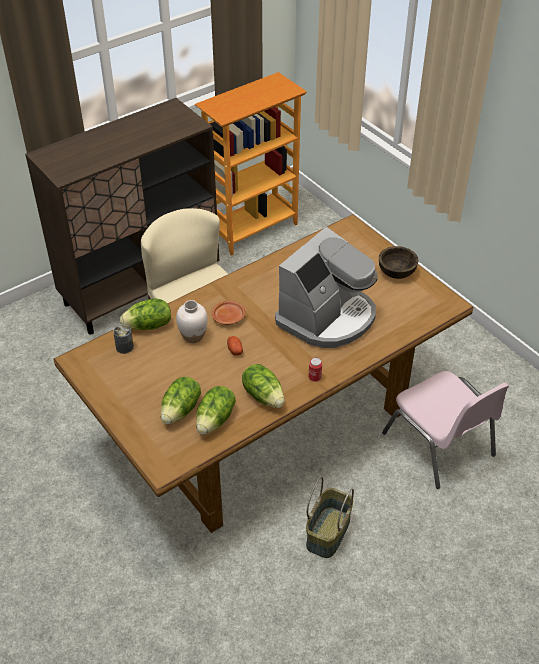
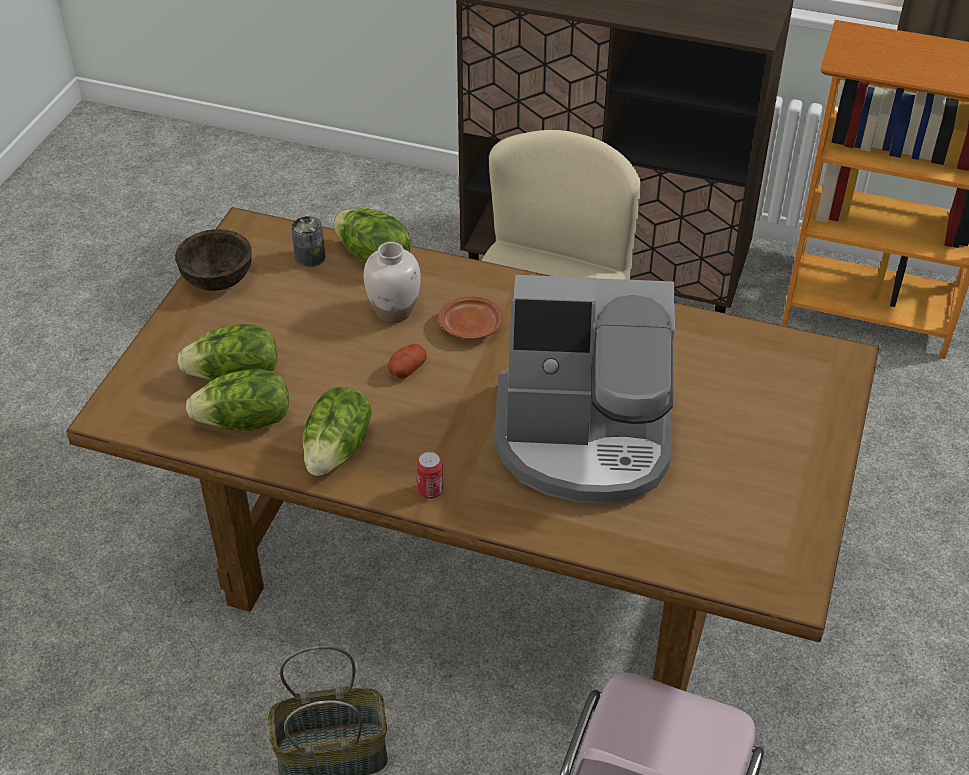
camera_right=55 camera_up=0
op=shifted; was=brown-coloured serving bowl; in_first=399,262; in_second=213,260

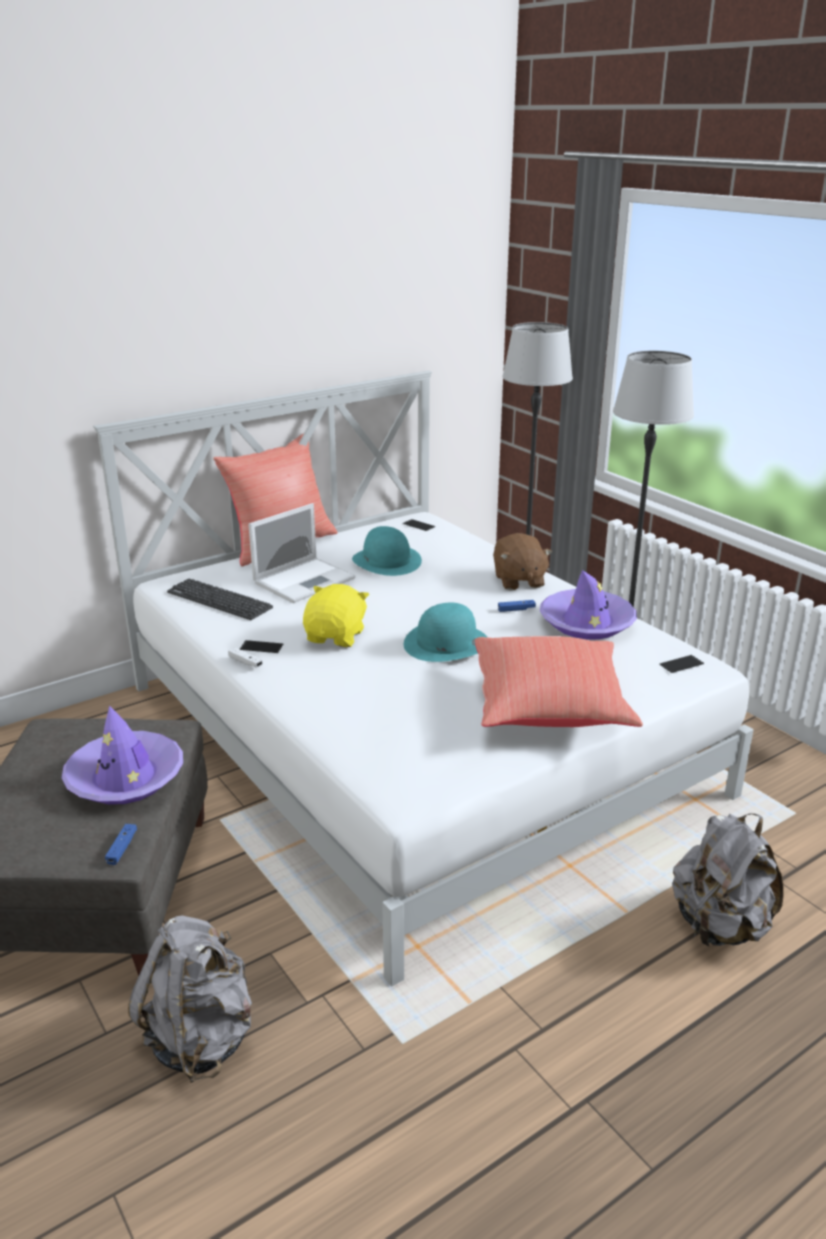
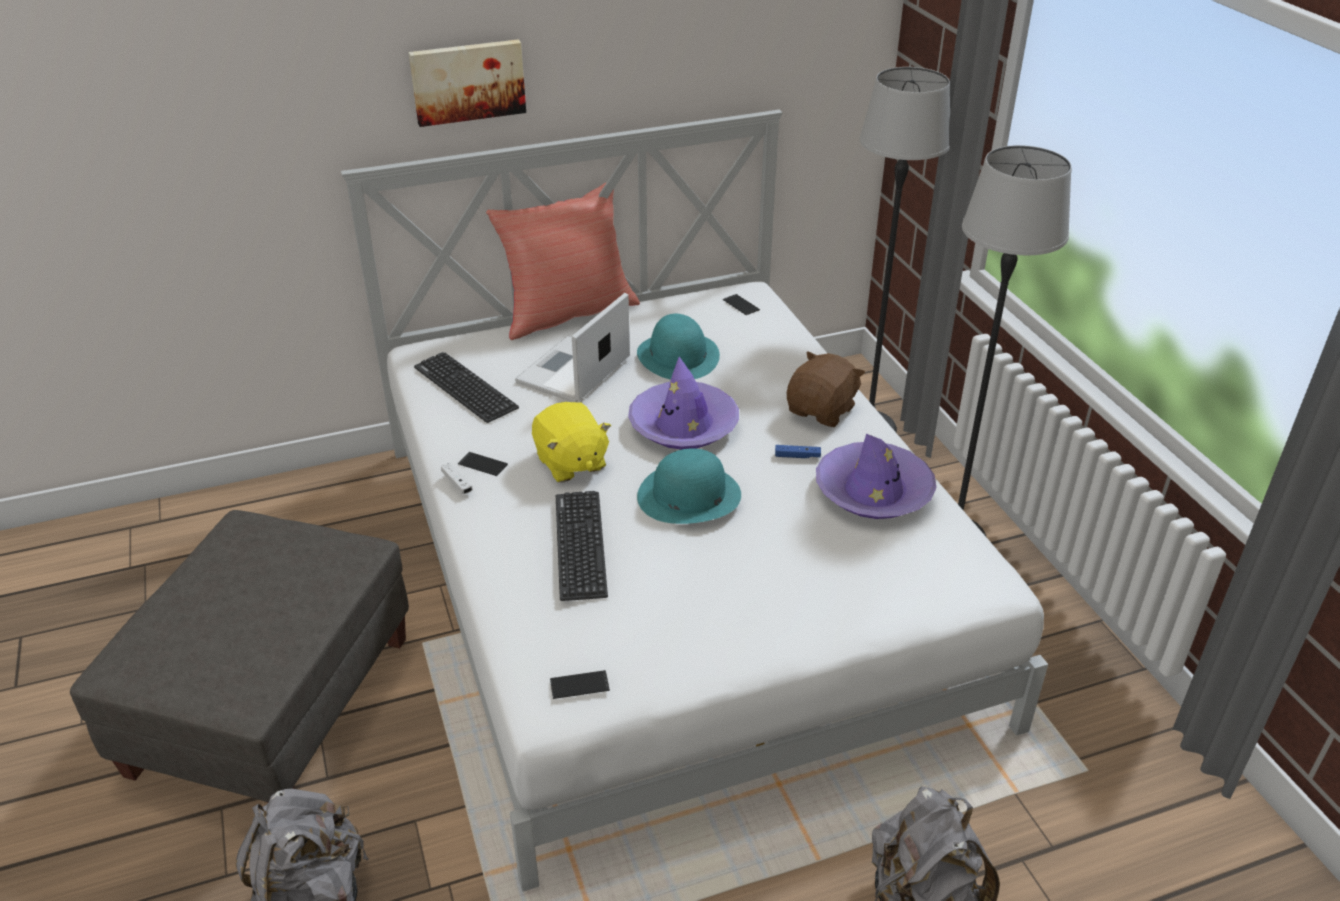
camera_right=15 camera_up=10
op=new; now=wall picture; in_second=467,83
op=rotated; was=laptop; in_first=301,553; in_second=572,347; clockwise=150
op=rotated; was=yellowish cuddly toy; in_first=336,615; in_second=571,442; clockwise=120
op=shifted; was=telephone; in_first=681,664; in_second=580,684
op=new; now=PC keyboard; in_second=582,546
op=shifted; was=purple-coloured wearable hat; in_first=122,755; in_second=683,403
op=rotated; was=brown-coloured cuddly toy; in_first=522,561; in_second=826,389; clockwise=-150
op=gone; was=blue joypad; in_first=121,844
op=gone; was=reddish cushion; in_first=559,681

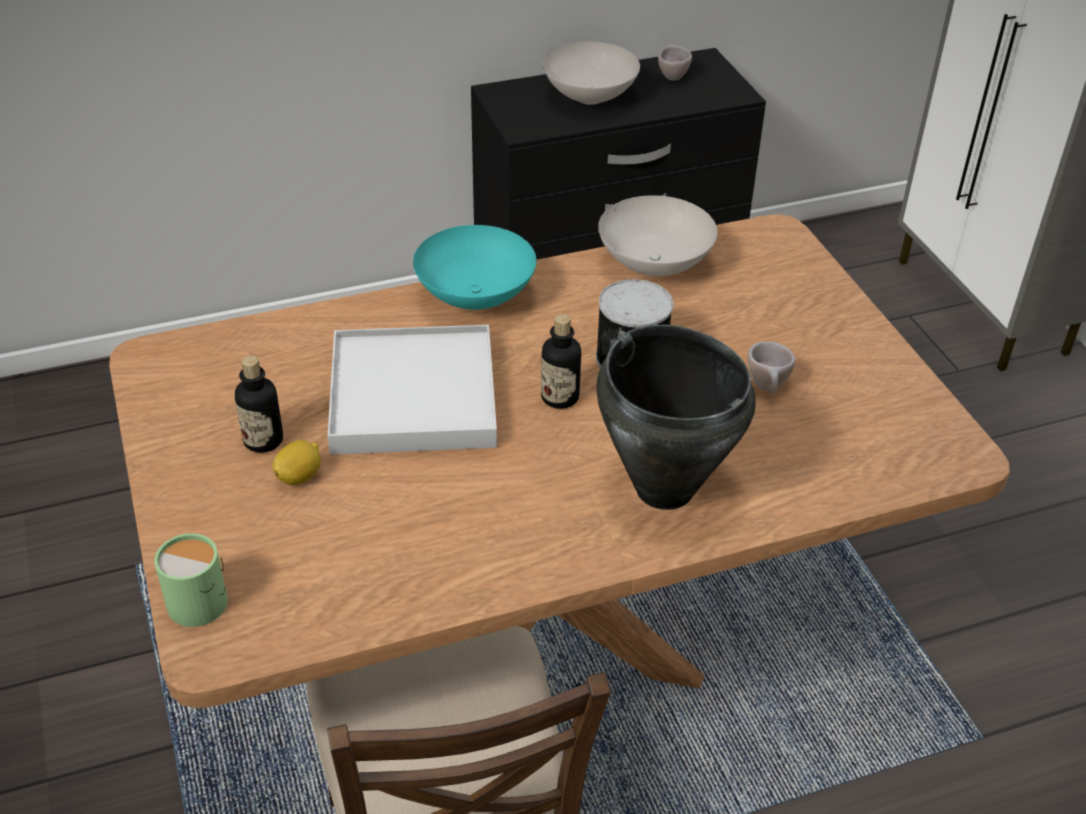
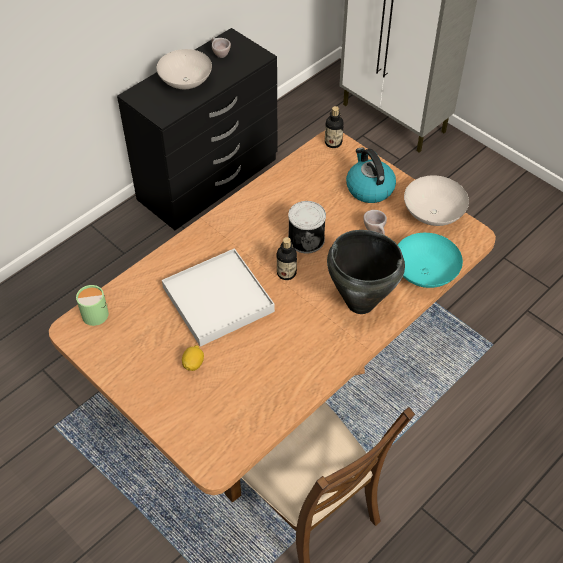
camera_right=-25 camera_up=10
op=shifted; was=green tea mug; in_first=191,580; in_second=92,305
op=shifted; was=drink bottle; in_first=259,404; in_second=334,127
op=new; now=tea kettle; in_second=371,175
op=shifted; was=turquoise serving bowl; in_first=475,267; in_second=430,260
op=shifted; was=white-coloured serving bowl; in_first=658,235; in_second=436,200

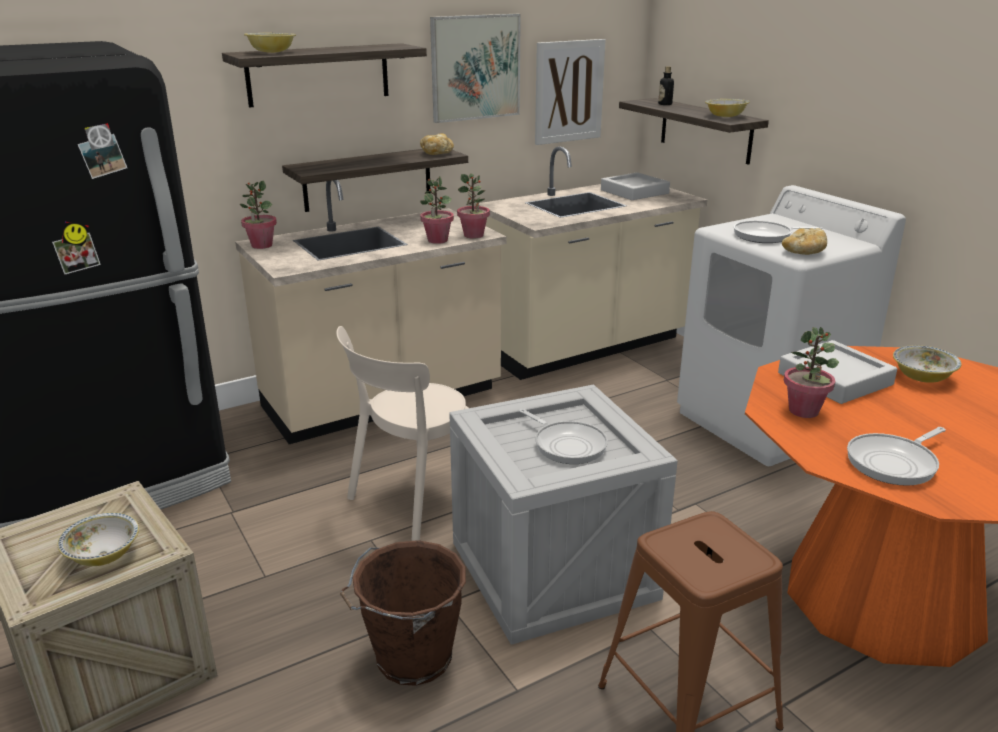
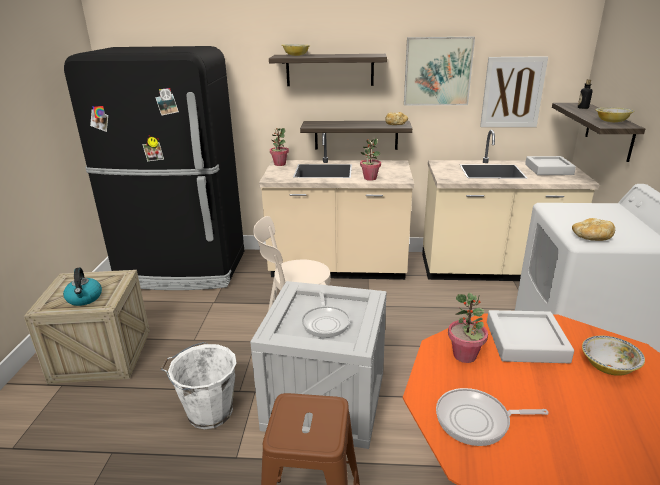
camera_right=35 camera_up=0
op=swapped; was=serving bowl; now=tea kettle; in_first=98,539; in_second=82,287
op=repainted; was=brown-coloured pail; now=white-coloured pail; in_first=403,613; in_second=198,385
op=gone; was=potted plant; in_first=473,206
op=gone; was=pan; in_first=778,232

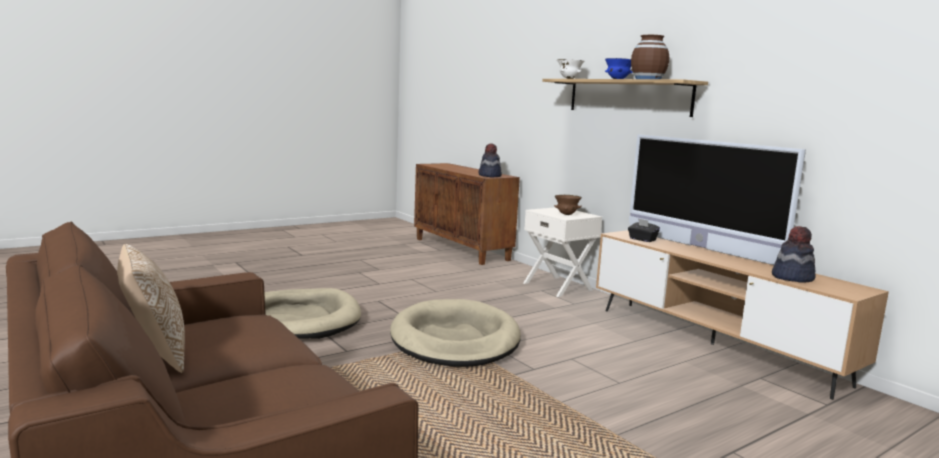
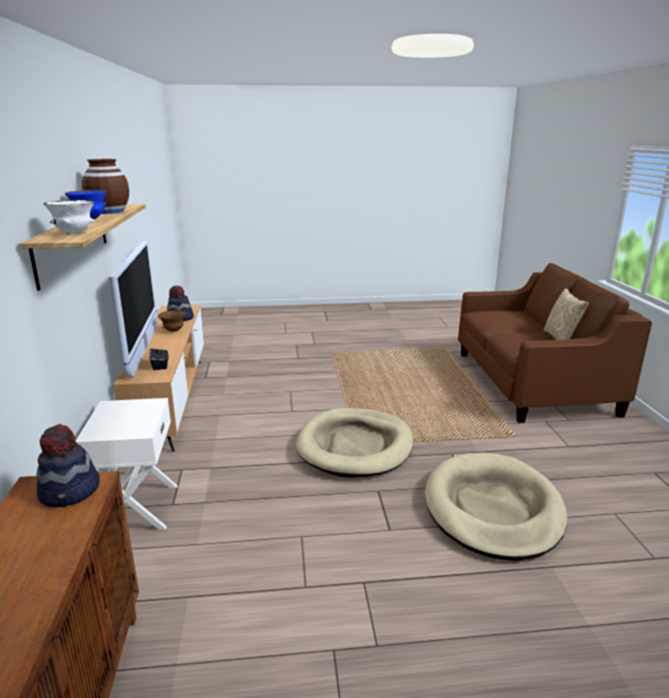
camera_right=-150 camera_up=10
op=shifted; was=brown-coloured serving bowl; in_first=568,205; in_second=172,321

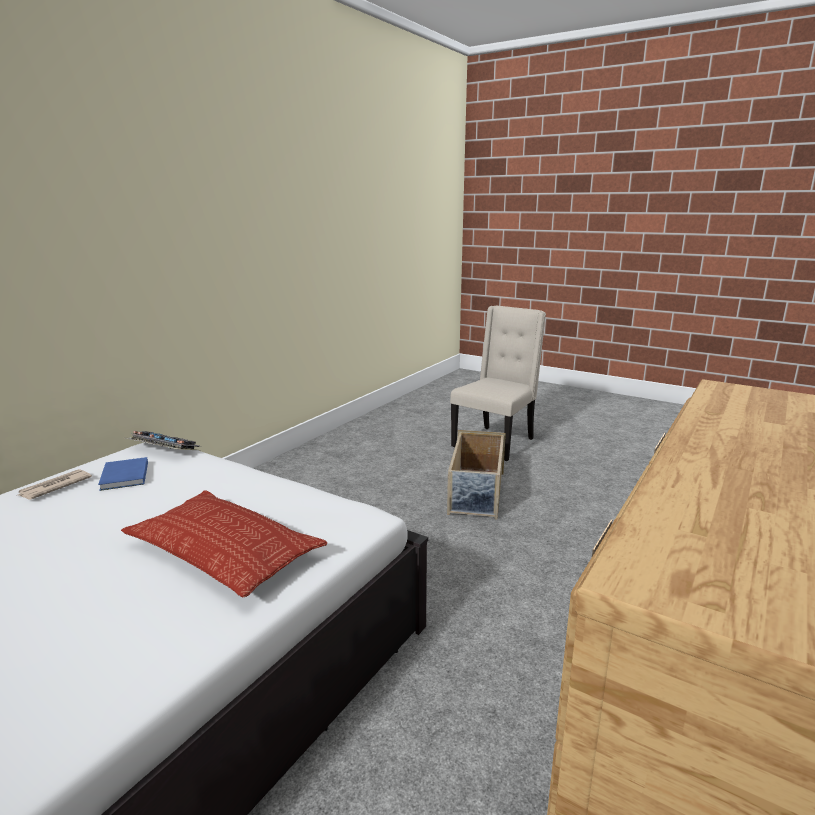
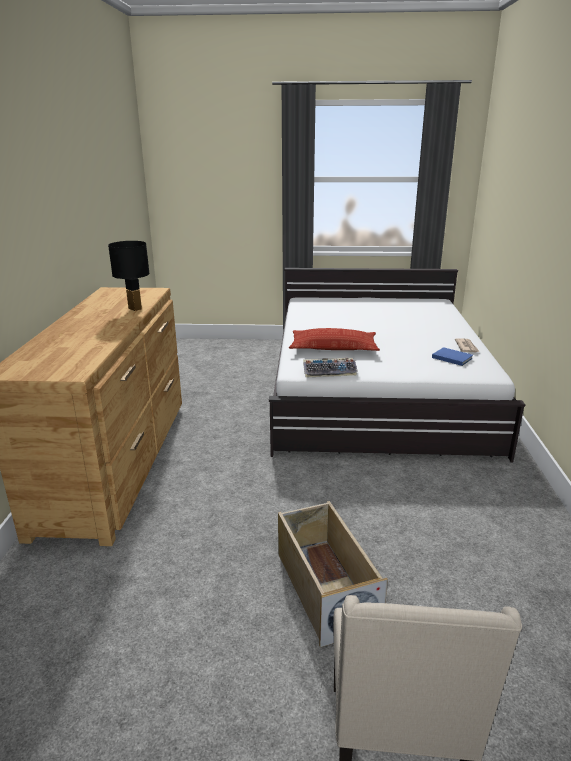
camera_right=150 camera_up=5
op=new; now=black lamp for a table; in_second=129,276
op=shifted; was=PC keyboard; in_first=162,440; in_second=330,367

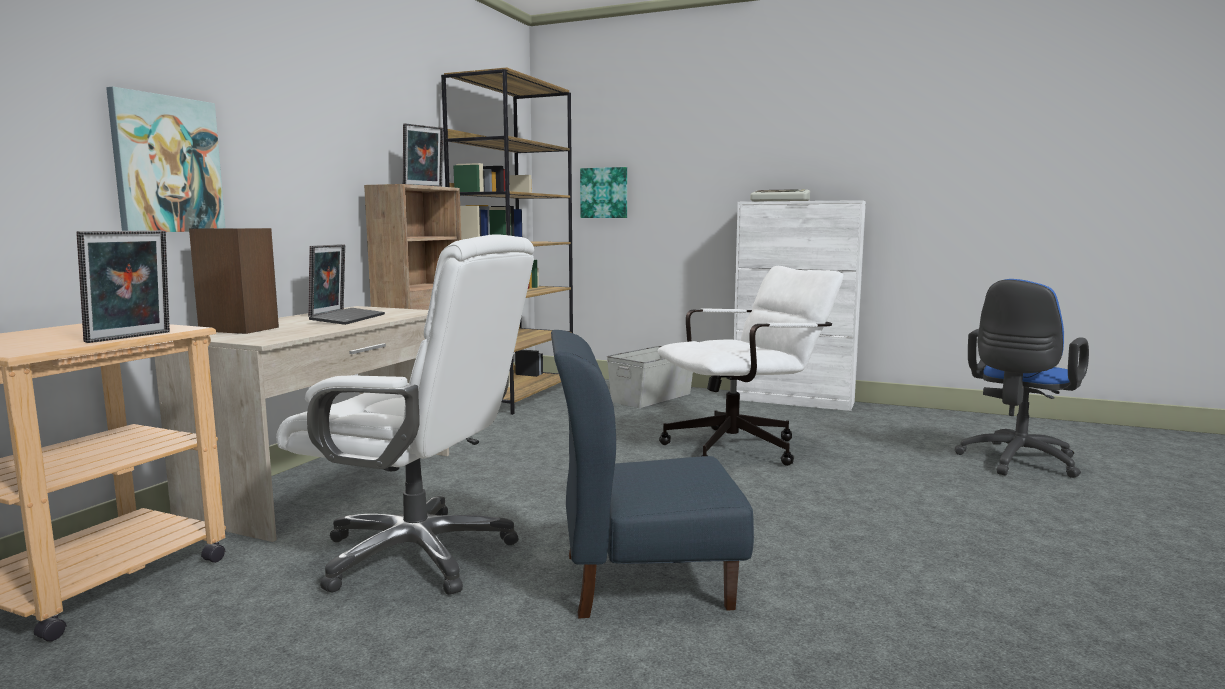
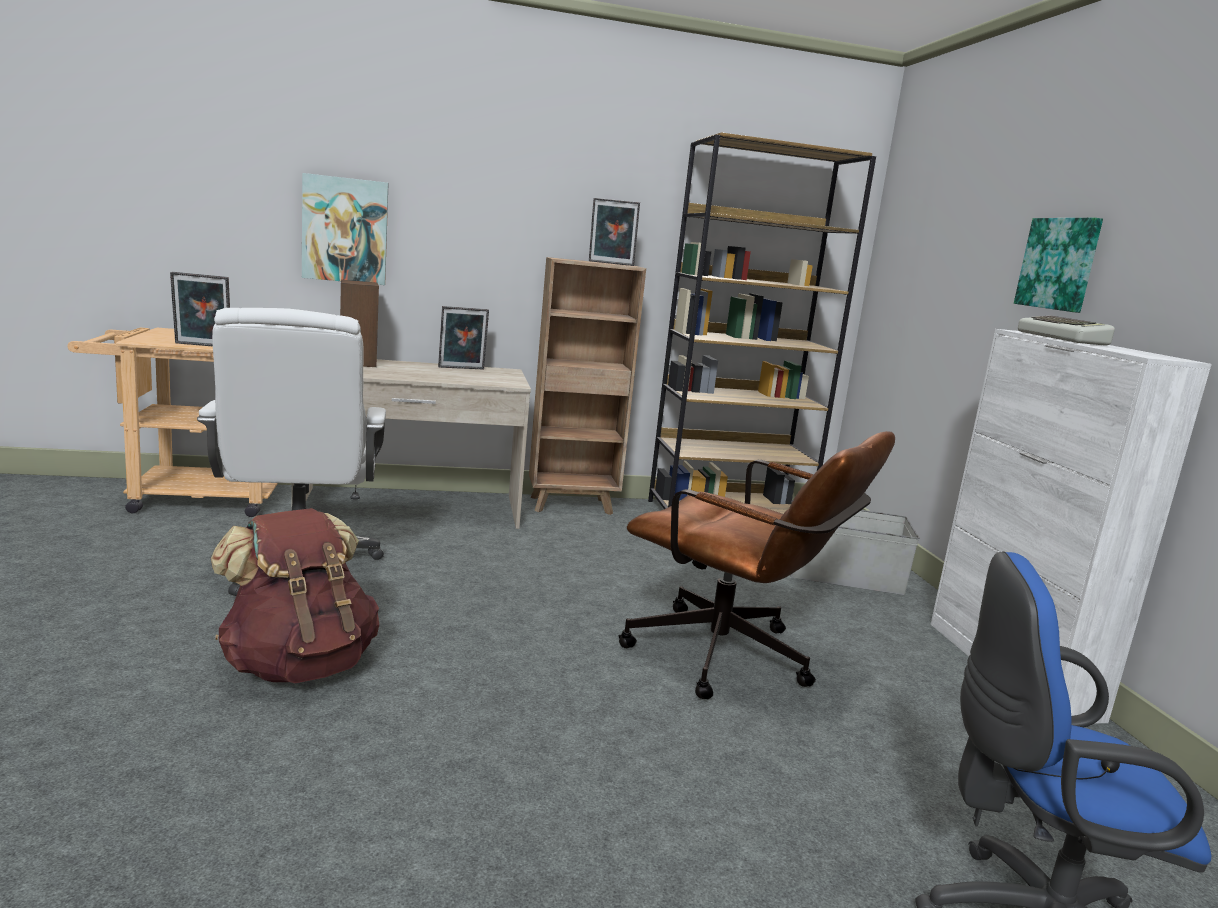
camera_right=55 camera_up=5
op=swapped; was=blue upright chair; now=brown-coloured knapsack; in_first=652,474; in_second=295,595
op=repainted; was=white-coloured desk chair; now=brown-coloured desk chair; in_first=750,366; in_second=756,565
op=shifted; was=wall picture; in_first=603,192; in_second=1058,265
op=gone; was=PC keyboard; in_first=347,316

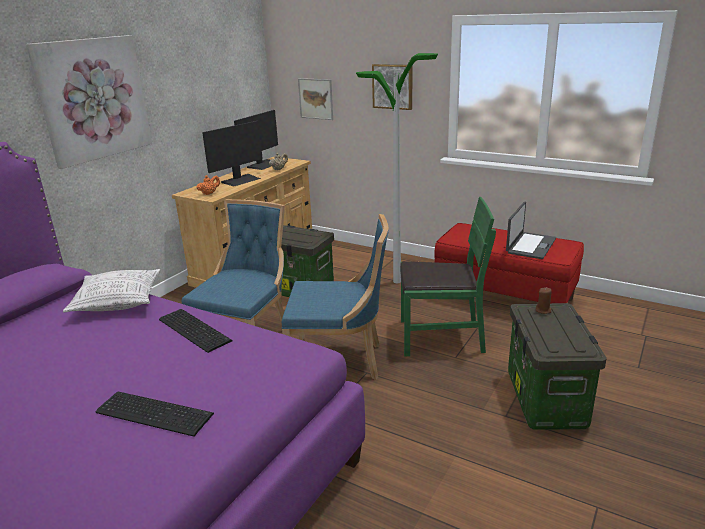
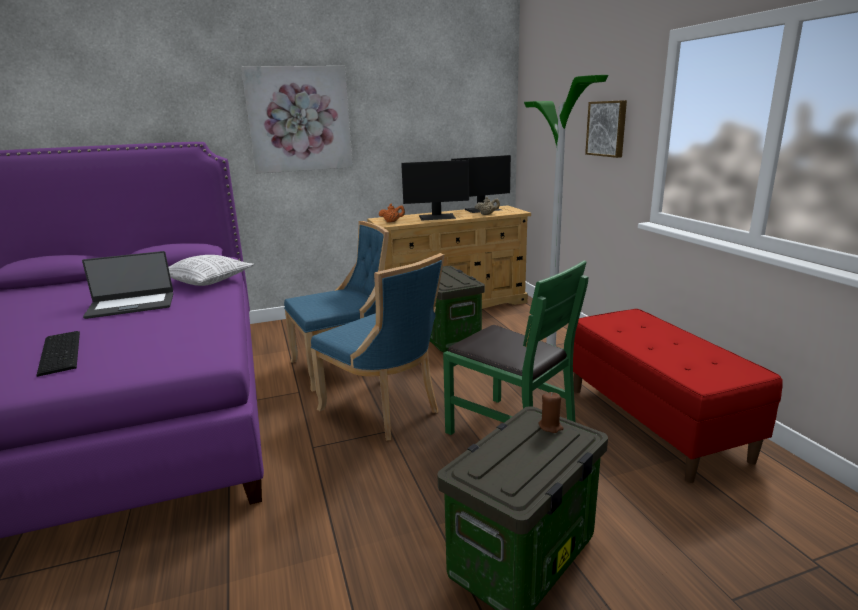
camera_right=40 camera_up=-5
op=shifted; was=laptop; in_first=531,230; in_second=127,285
op=gone; was=PC keyboard; in_first=195,331
op=gone; was=wall picture; in_first=315,99

